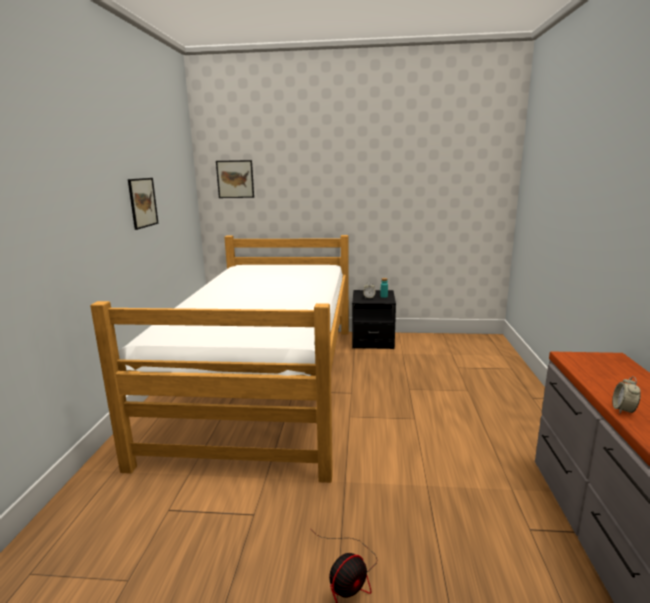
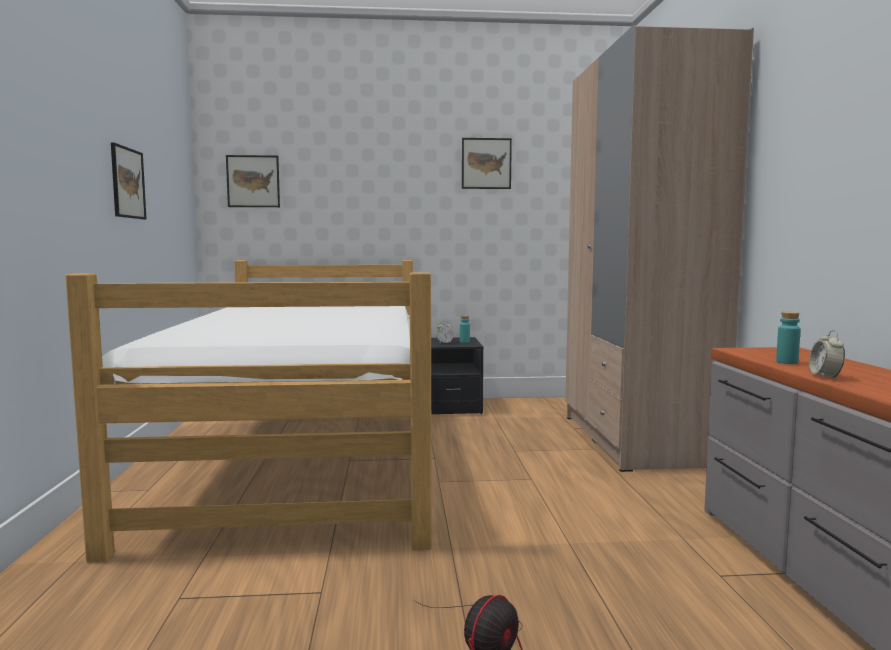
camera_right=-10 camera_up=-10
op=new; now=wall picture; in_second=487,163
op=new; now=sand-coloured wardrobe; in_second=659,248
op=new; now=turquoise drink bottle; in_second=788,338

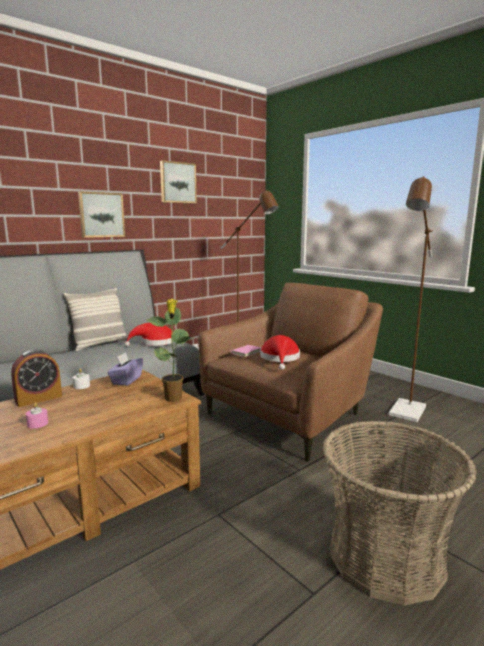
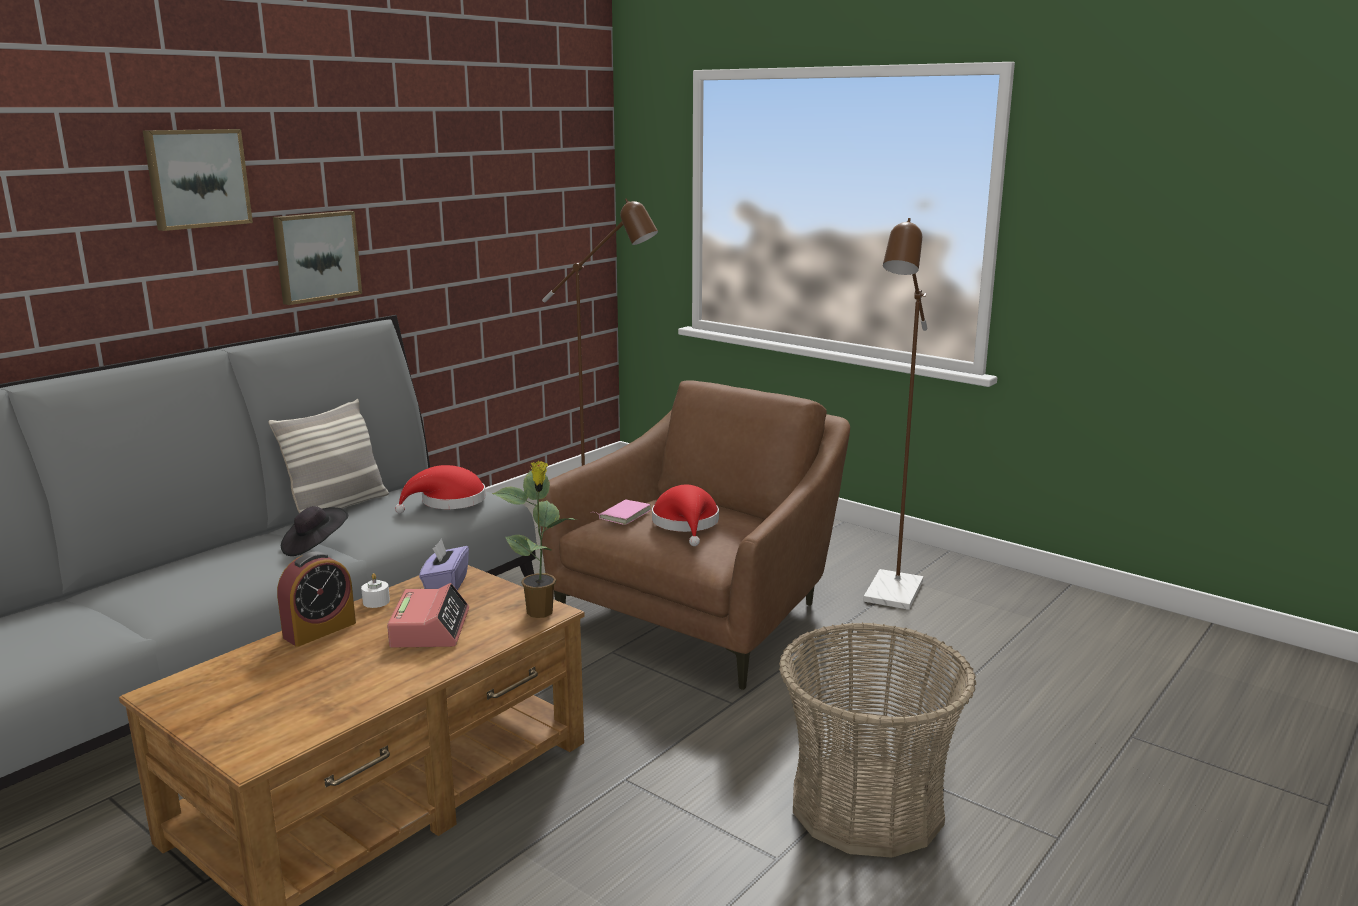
camera_right=-10 camera_up=5
op=shifted; was=wall picture; in_first=178,181; in_second=198,180
op=new; now=black wearable hat; in_second=314,531
op=new; now=bedside clock; in_second=428,615
op=gone; was=pinkish wax candle; in_first=37,415

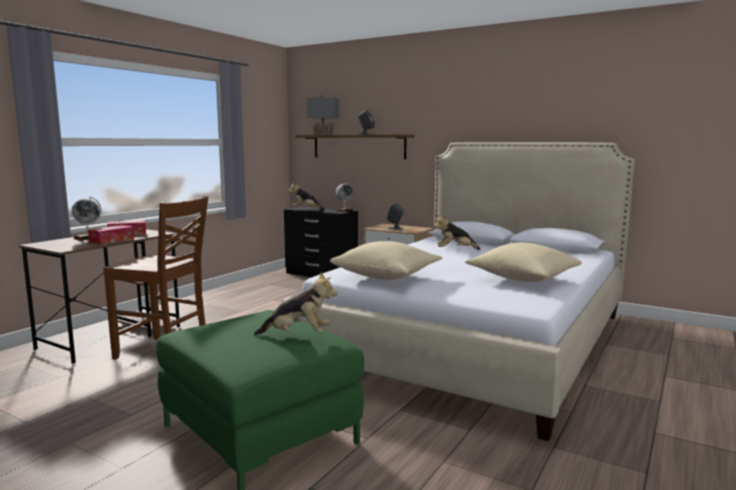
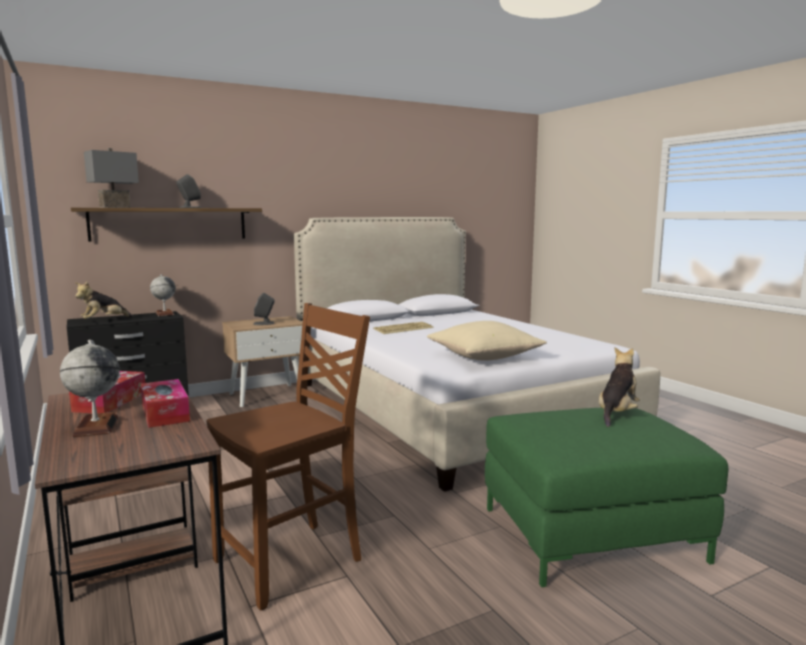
camera_right=-60 camera_up=0
op=swapped; was=cuddly toy; now=PC keyboard; in_first=457,232; in_second=403,328
op=gone; was=sand-coloured cushion; in_first=523,262

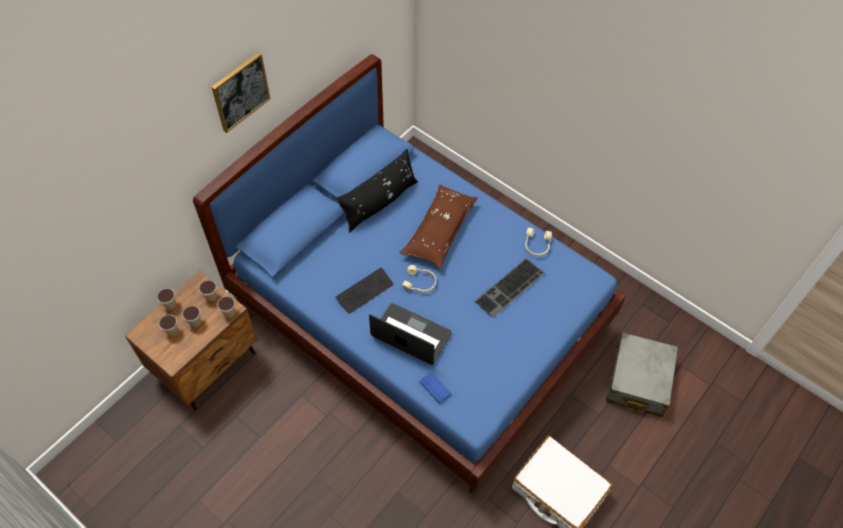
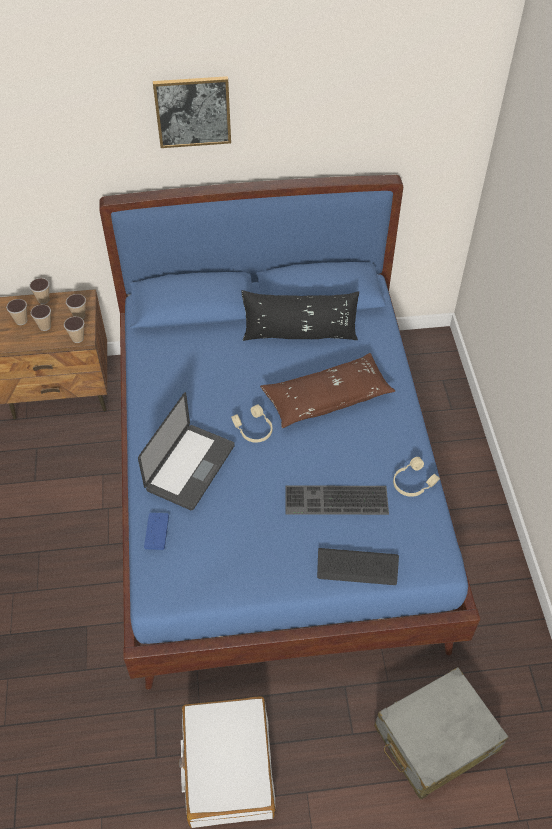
camera_right=45 camera_up=-5
op=rotated; was=laptop; in_first=410,334; in_second=186,451; clockwise=45
op=shifted; was=PC keyboard; in_first=364,291; in_second=358,566

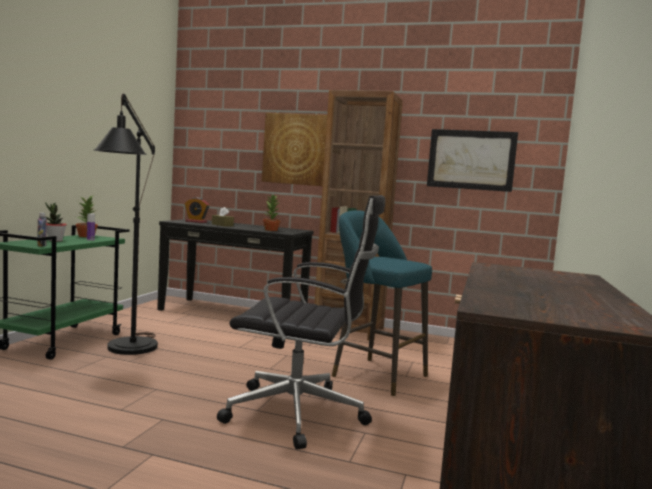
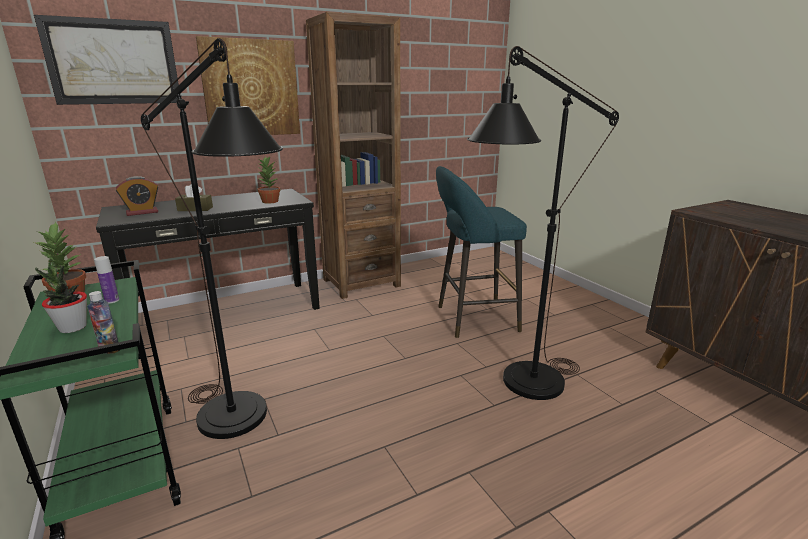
camera_right=-45 camera_up=15
op=shifted; was=wall picture; in_first=472,160; in_second=106,60
op=swapped; was=black desk chair; now=black standard lamp; in_first=301,322; in_second=543,223

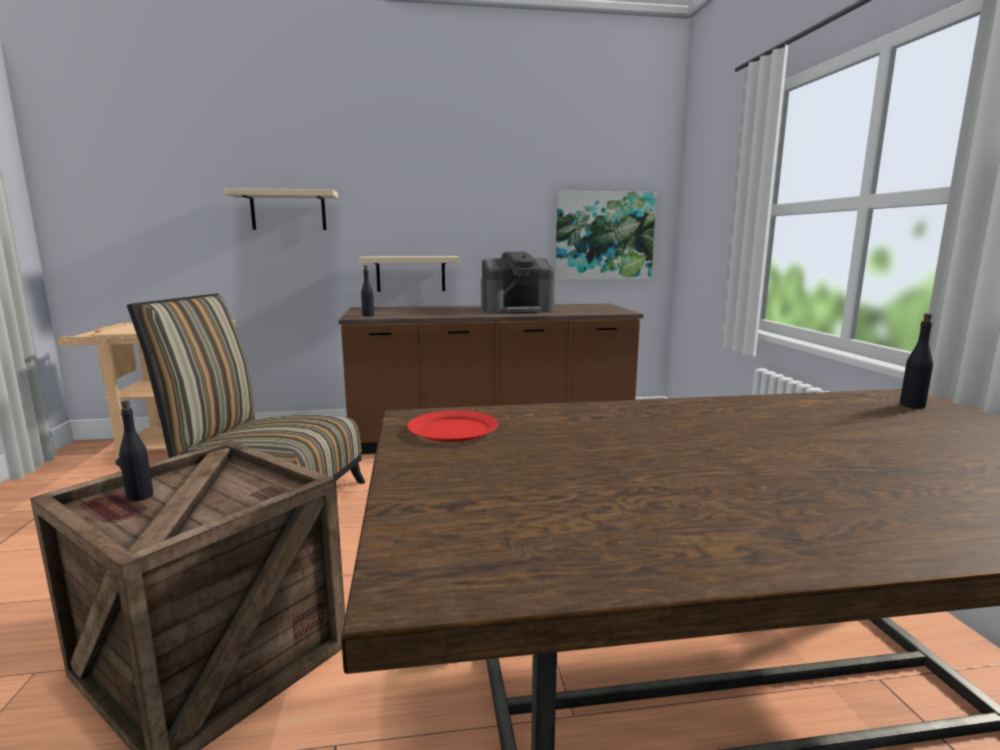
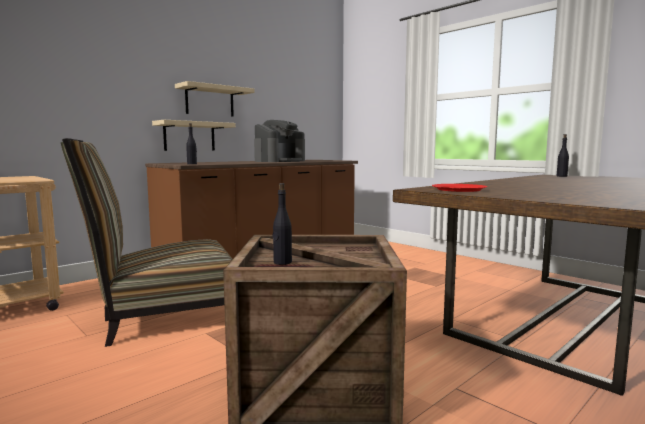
camera_right=-35 camera_up=-5
op=shifted; was=sand-coloured shelf; in_first=280,209; in_second=215,99
op=gone; was=wall picture; in_first=606,235

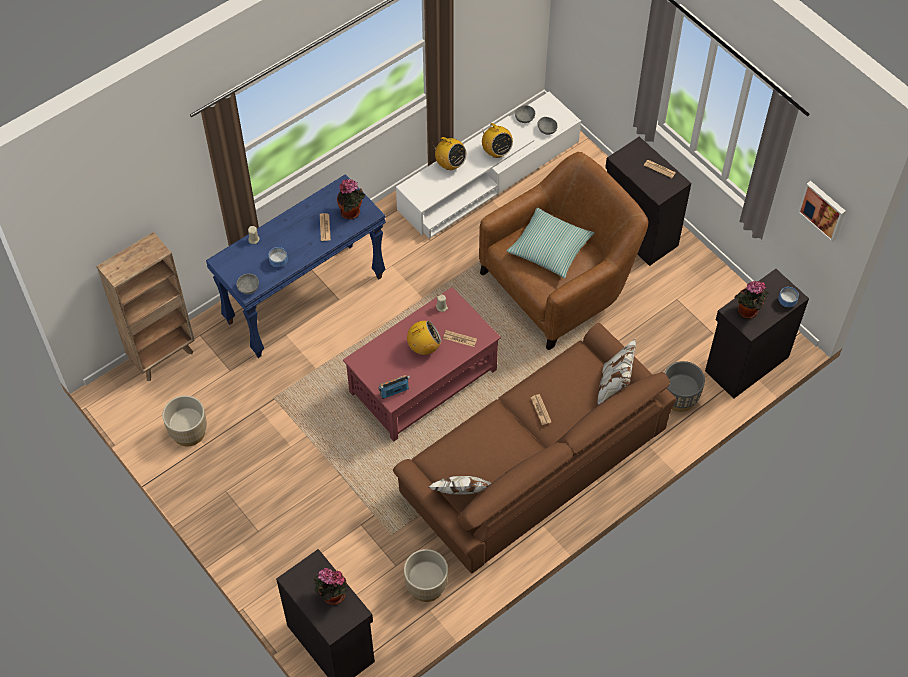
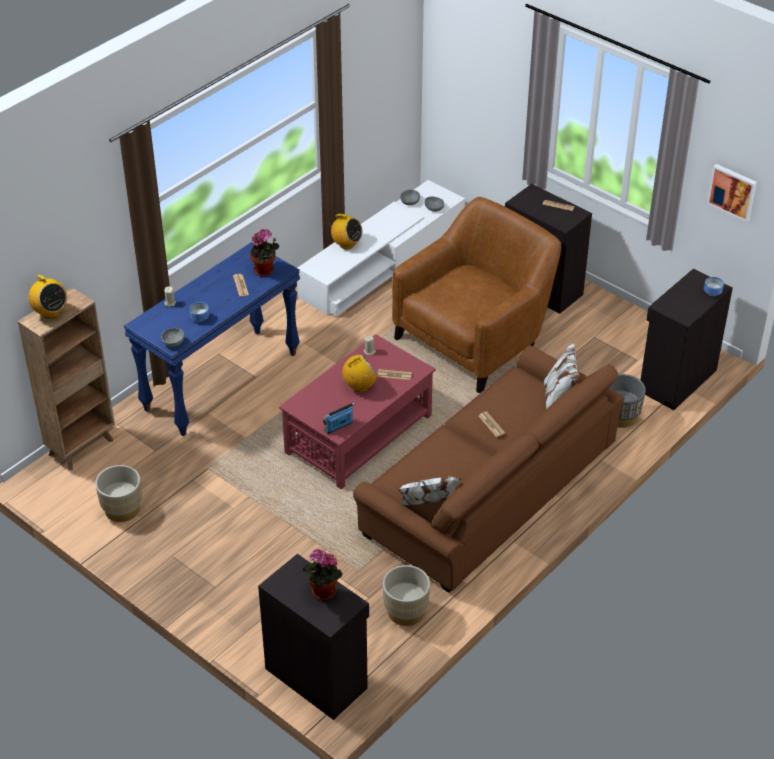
camera_right=-10 camera_up=-15
op=shifted; was=radio set; in_first=497,140; in_second=46,297
op=gone; was=cushion; in_first=550,243
op=gone; was=potted plant; in_first=752,299

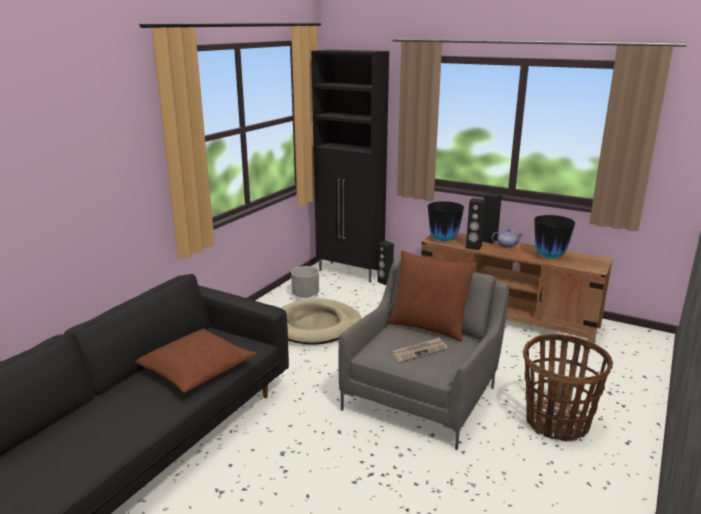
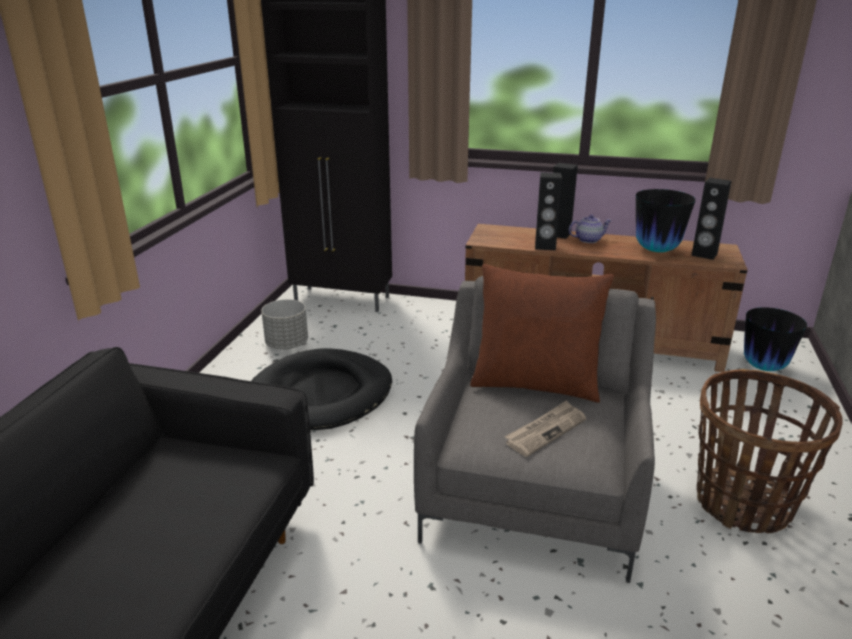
camera_right=-15 camera_up=5
op=repainted; was=sand-coloured dog bed; now=black dog bed; in_first=321,321; in_second=321,389
op=shifted; was=black audio speaker; in_first=385,263; in_second=711,219
op=shifted; was=vase; in_first=446,221; in_second=775,339
op=gone; was=brown-coloured cushion; in_first=195,361

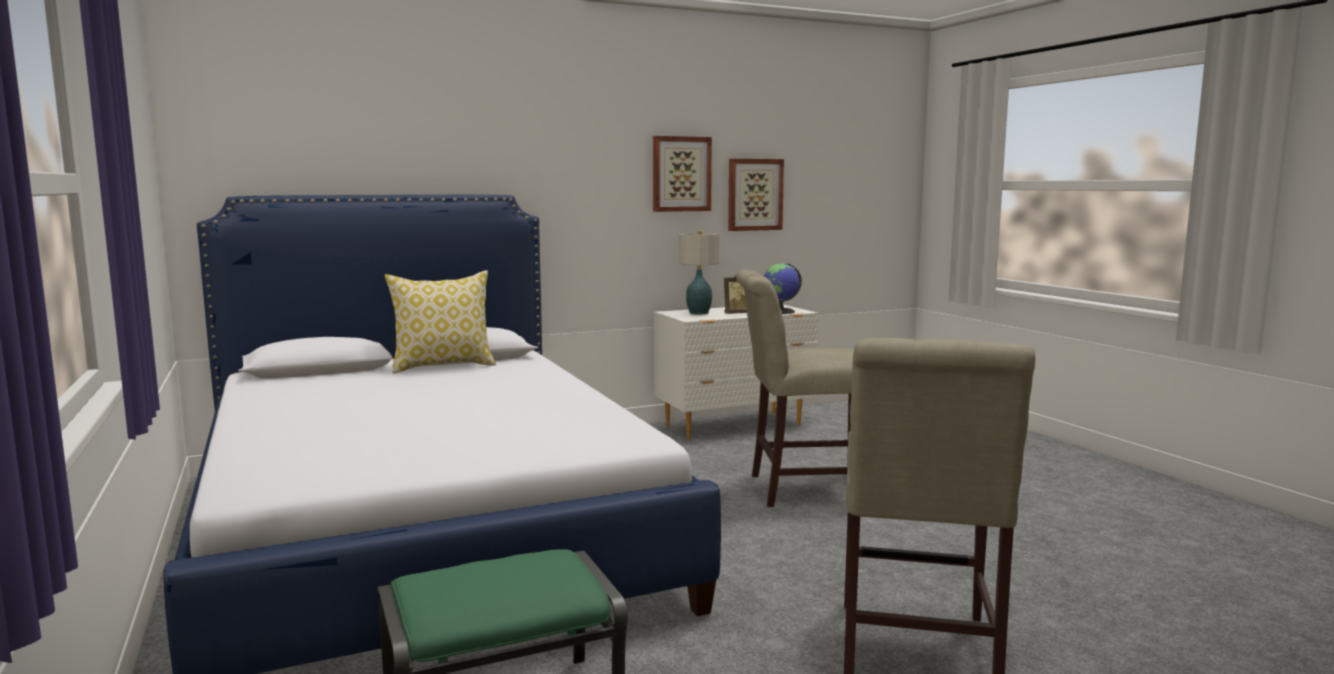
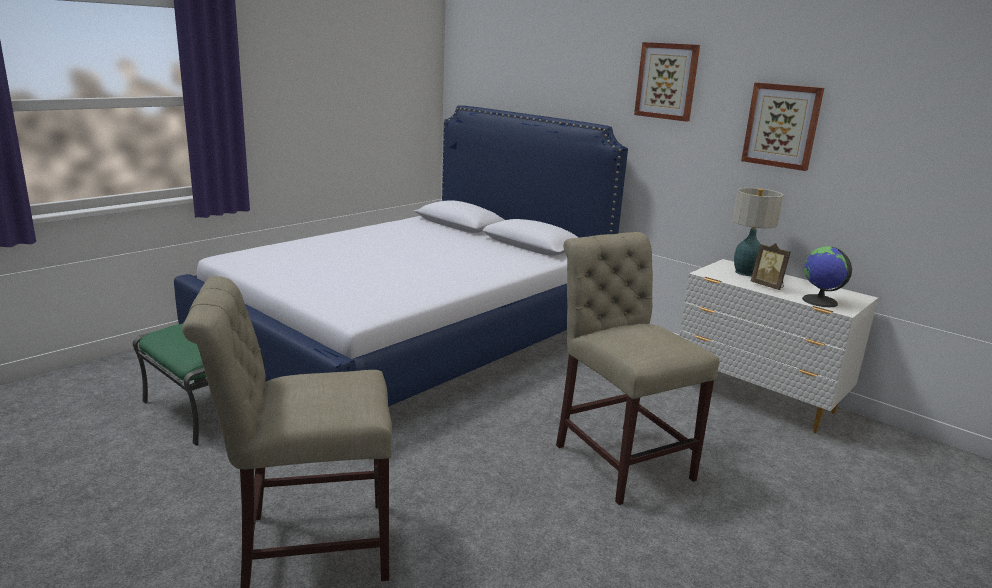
camera_right=65 camera_up=10
op=shifted; was=wall picture; in_first=756,195; in_second=667,82
op=gone; was=cushion; in_first=440,322

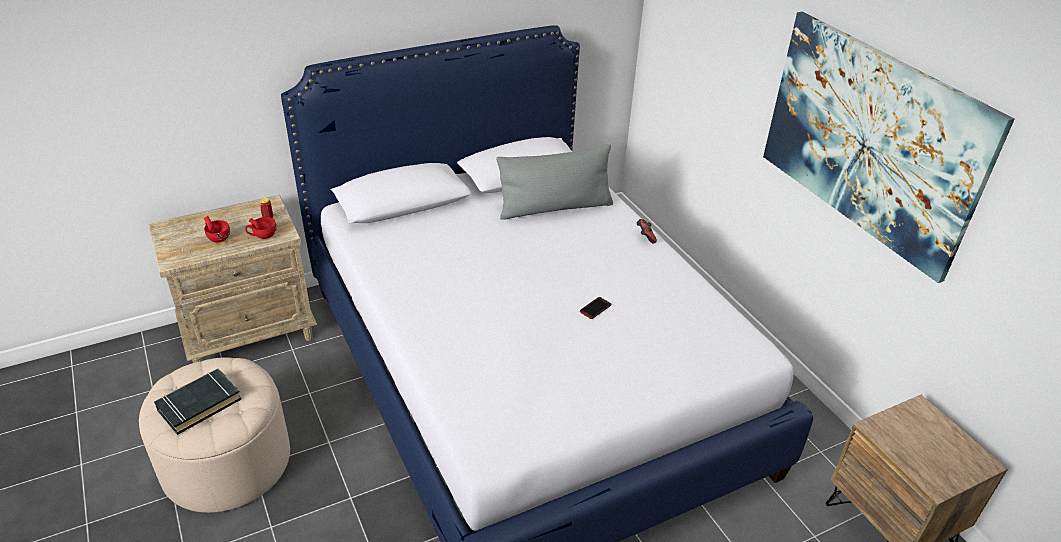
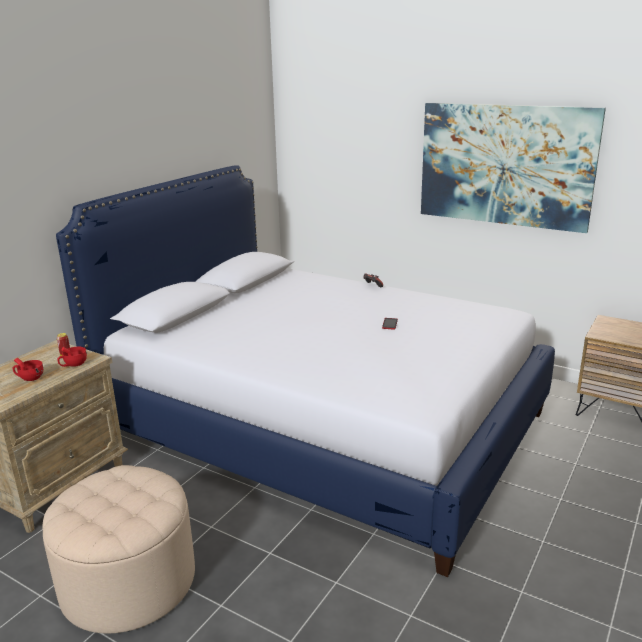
camera_right=-30 camera_up=-15
op=gone; was=black book; in_first=198,401
op=gone; was=grey cushion; in_first=554,182

